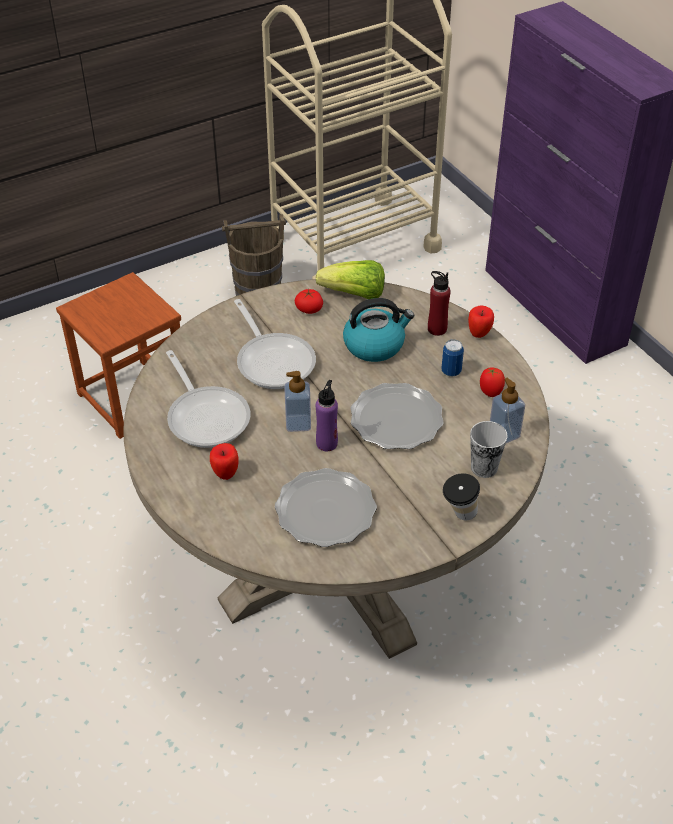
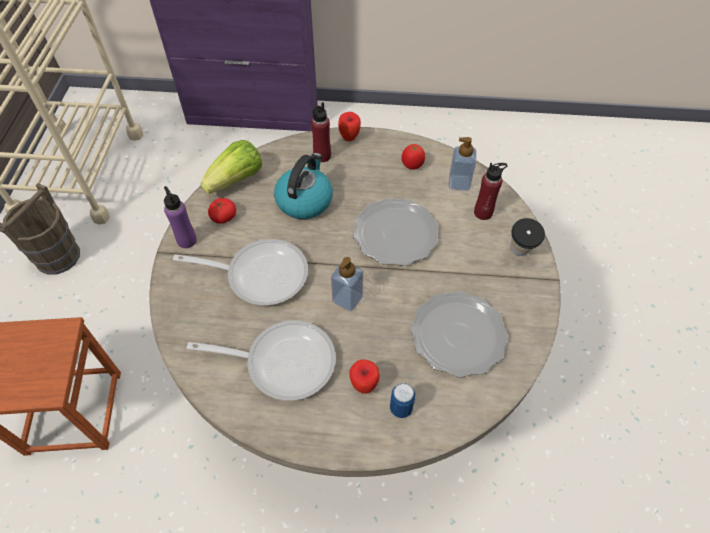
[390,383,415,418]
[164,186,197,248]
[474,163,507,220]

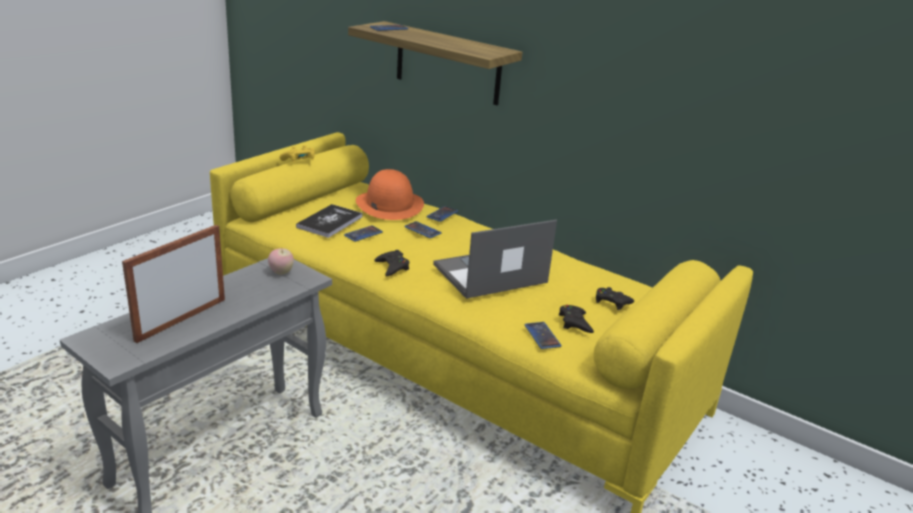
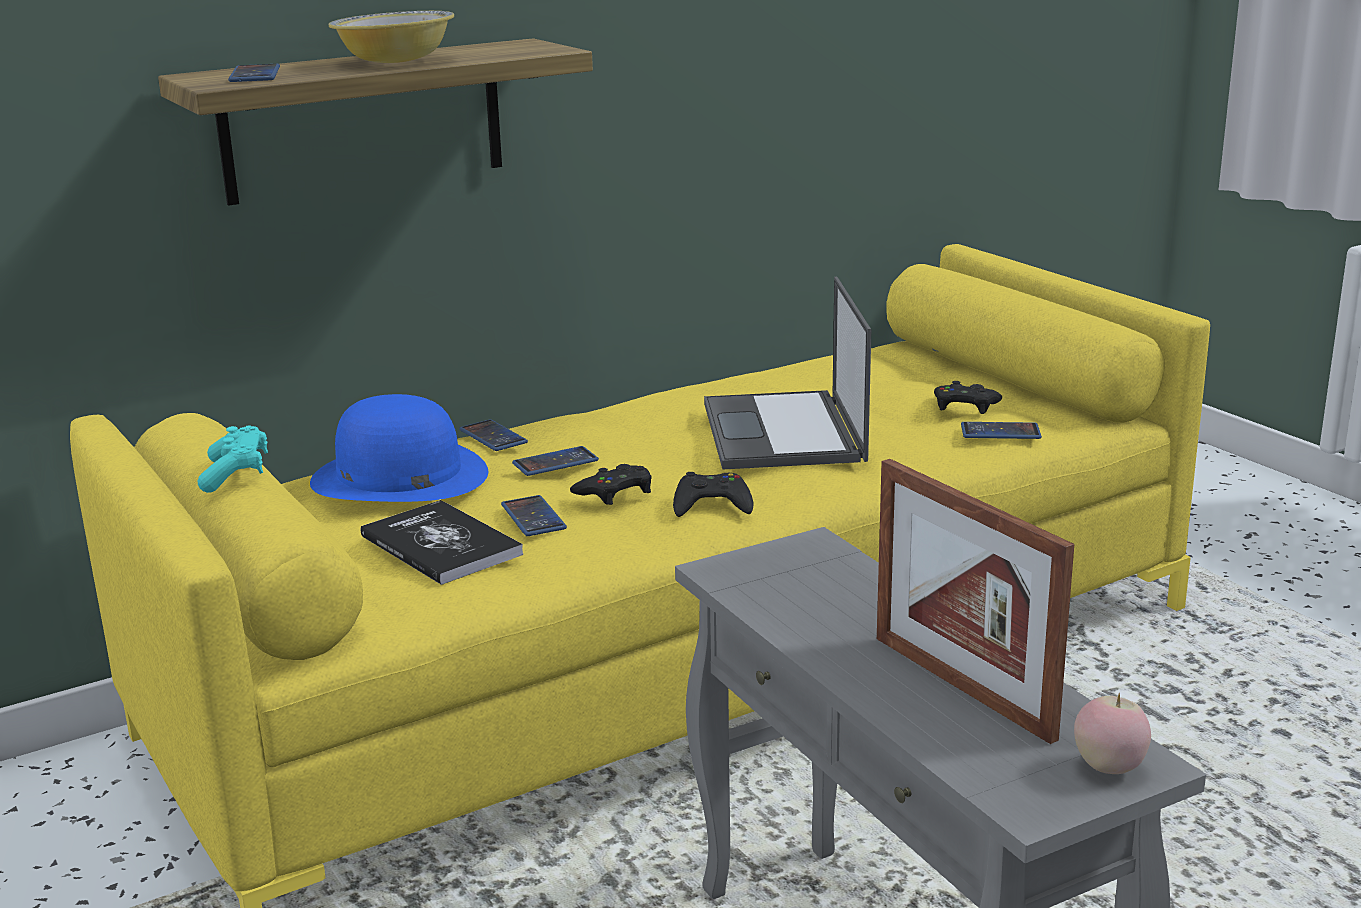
[198,425,268,493]
[310,394,488,502]
[1074,693,1151,774]
[570,464,651,505]
[329,11,454,63]

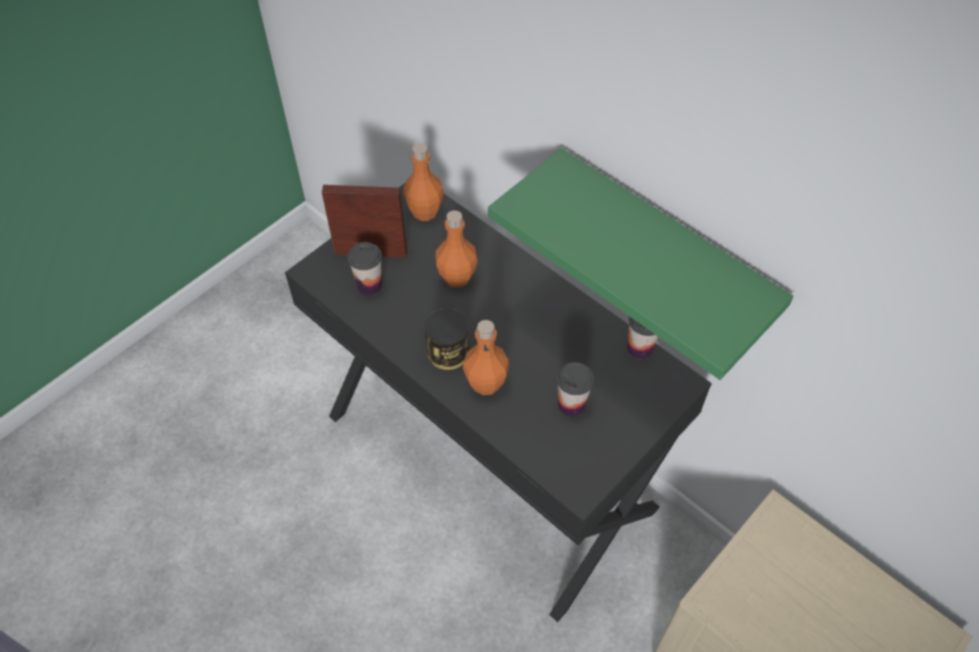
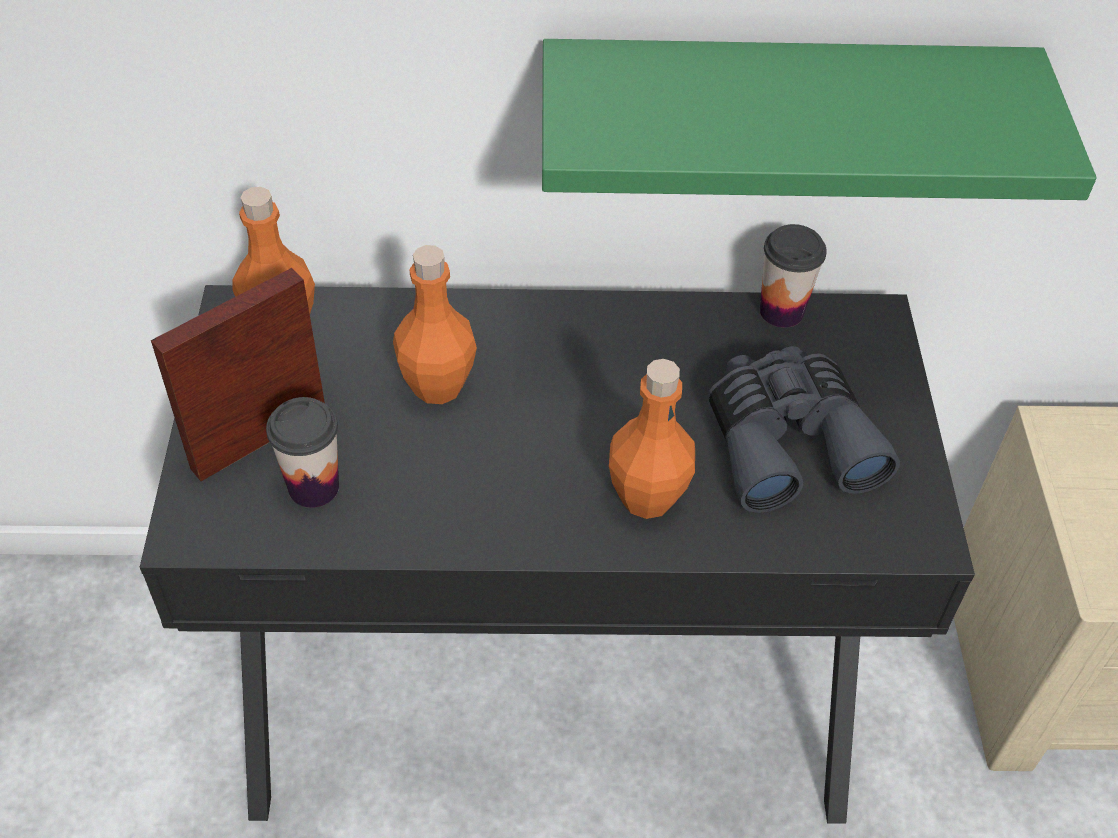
[425,308,469,370] (first image)
[708,346,900,513]

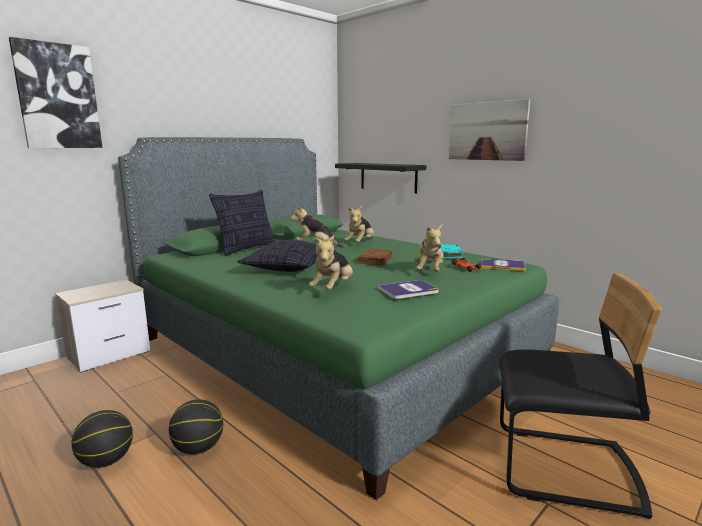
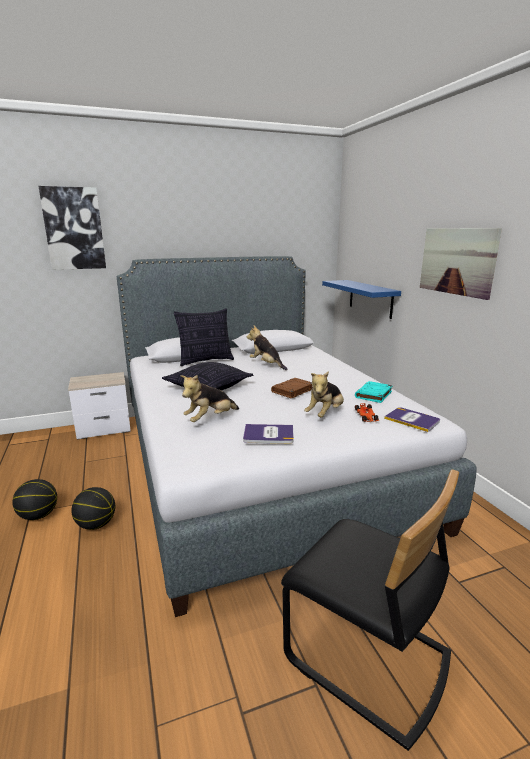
[117,256,477,617]
[322,280,401,319]
[344,206,374,242] (first image)

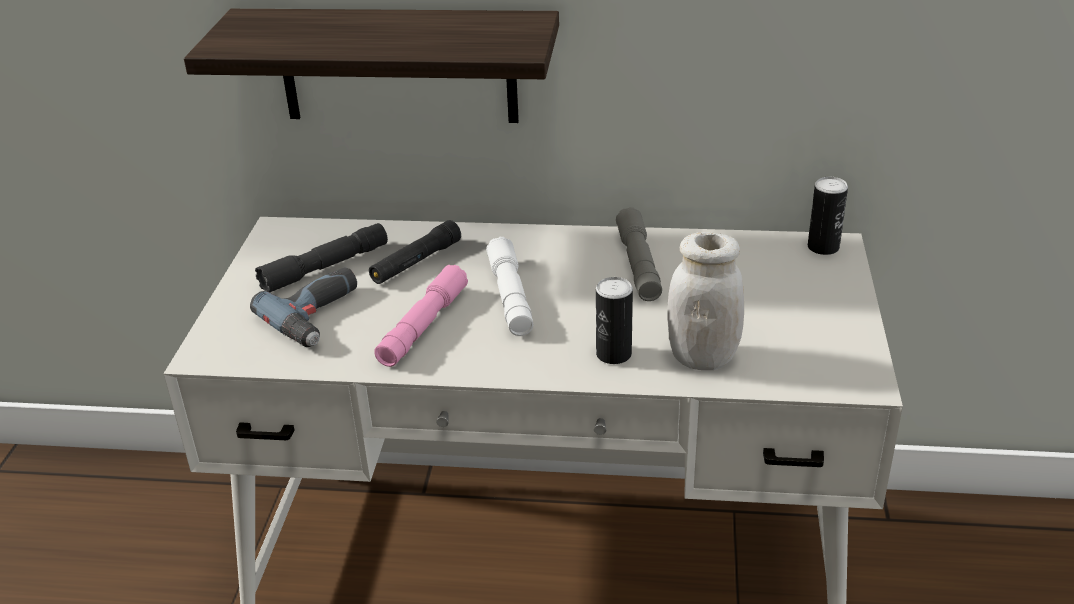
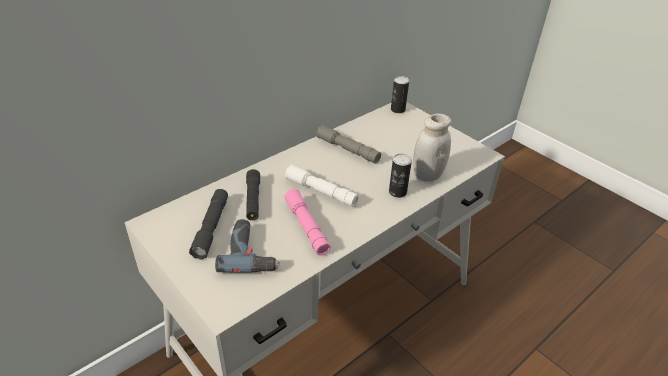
[184,9,559,123] (first image)

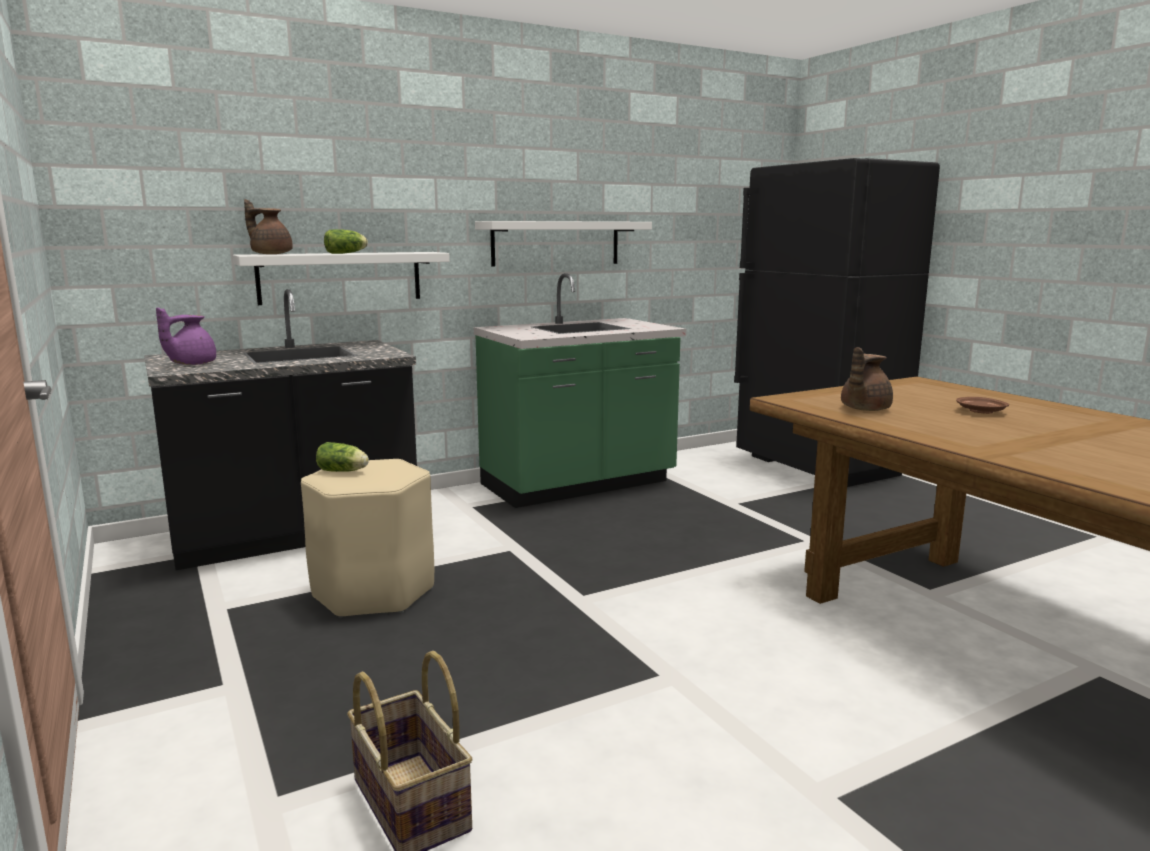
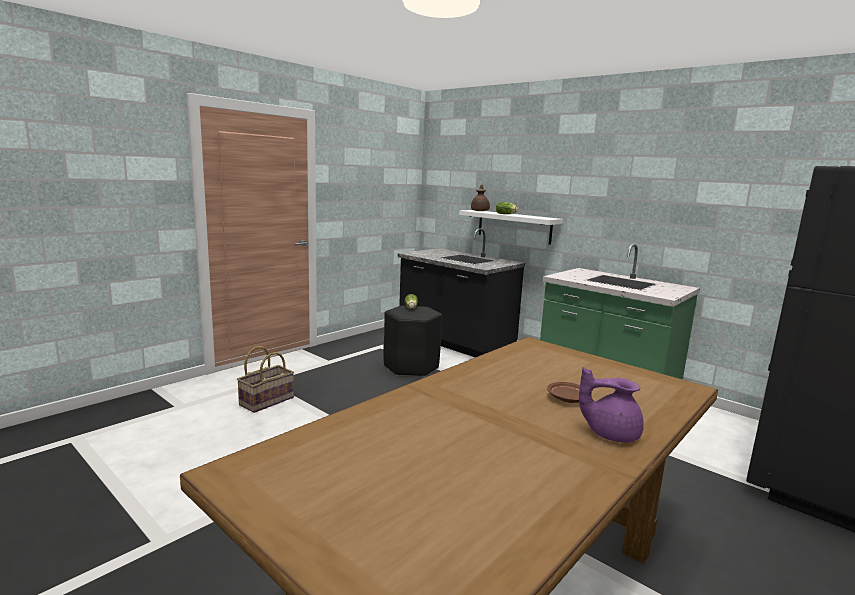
[475,221,652,267] (first image)
[579,367,644,443]
[841,347,893,411] (first image)
[383,306,442,377]

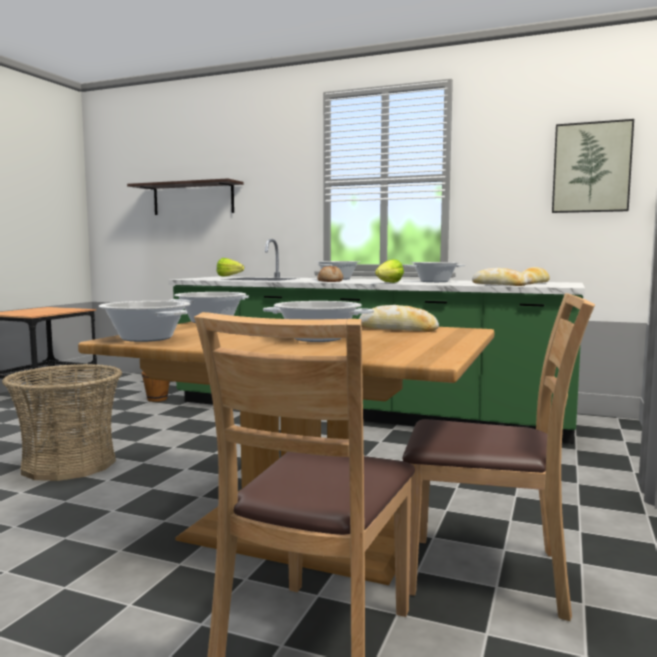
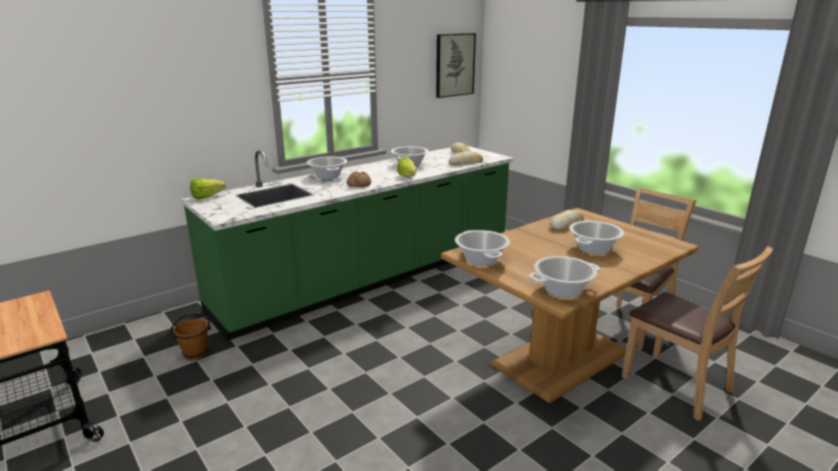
[127,178,243,215] (first image)
[2,364,122,481] (first image)

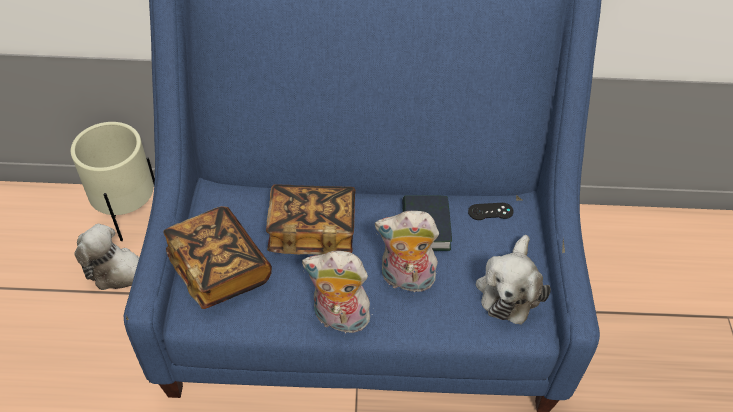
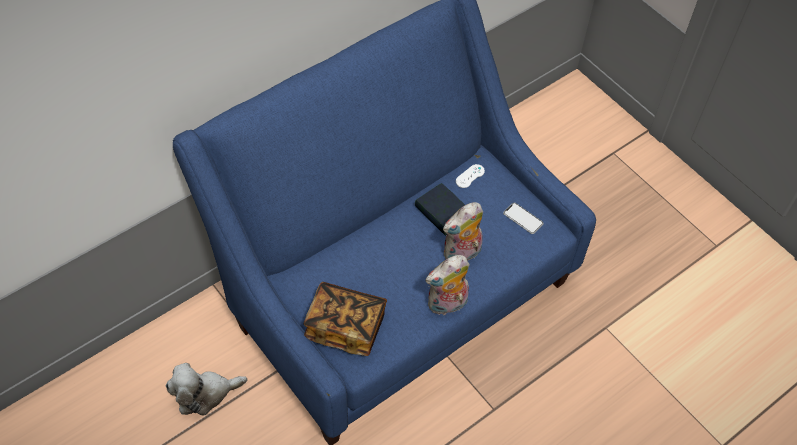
[71,122,155,241] (first image)
[266,184,355,255] (first image)
[456,164,485,188]
[503,203,544,234]

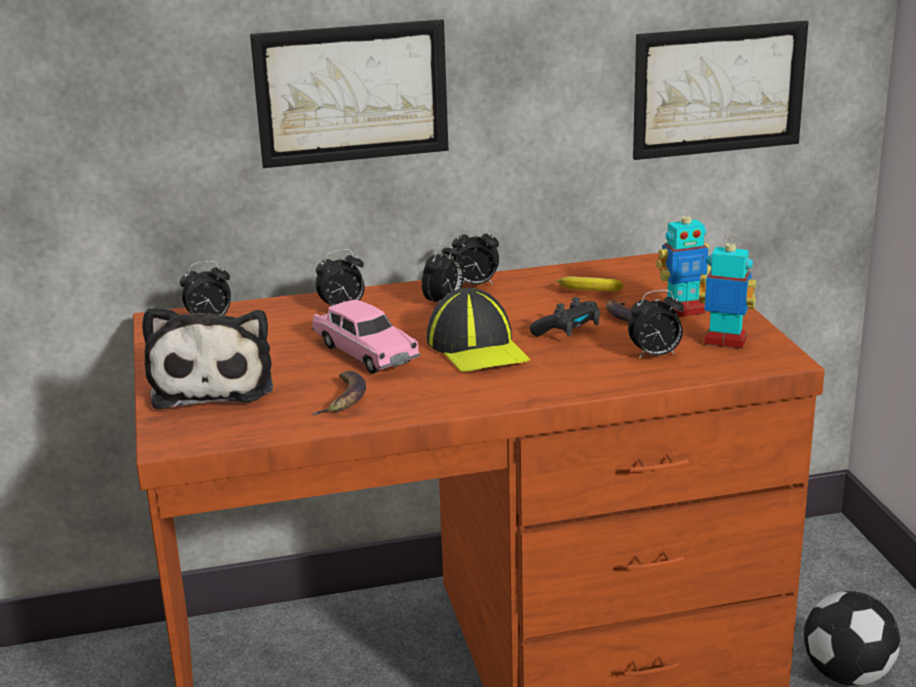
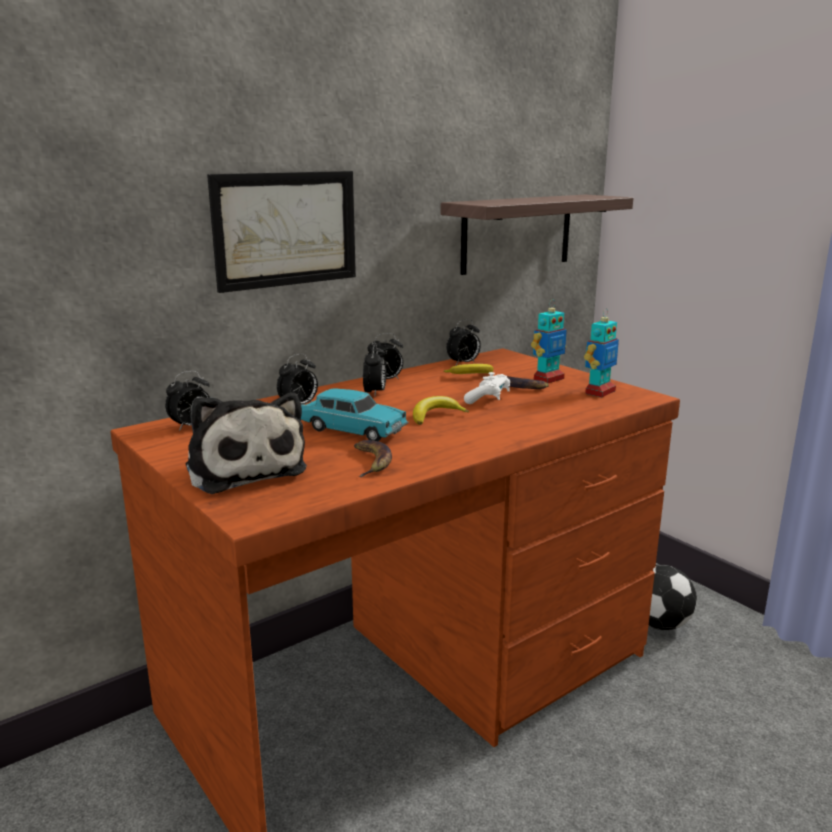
[441,195,633,275]
[584,308,619,397]
[413,396,469,425]
[446,319,481,365]
[464,372,510,404]
[301,389,409,441]

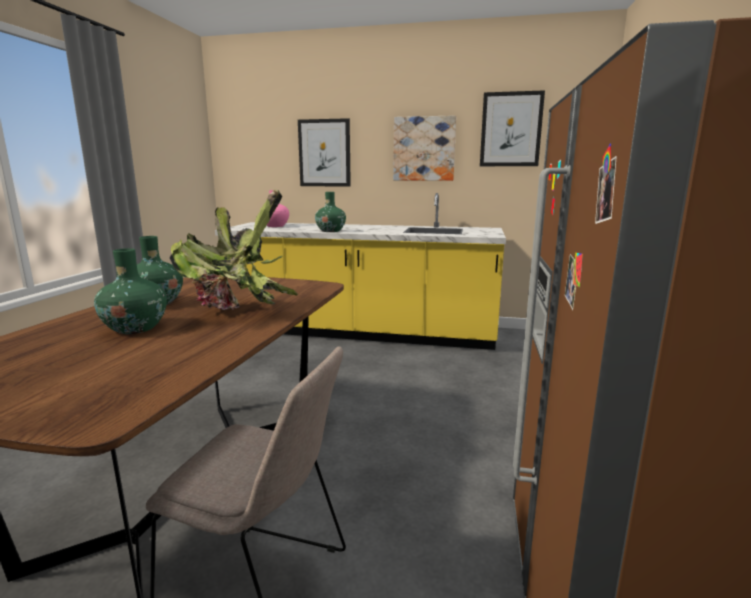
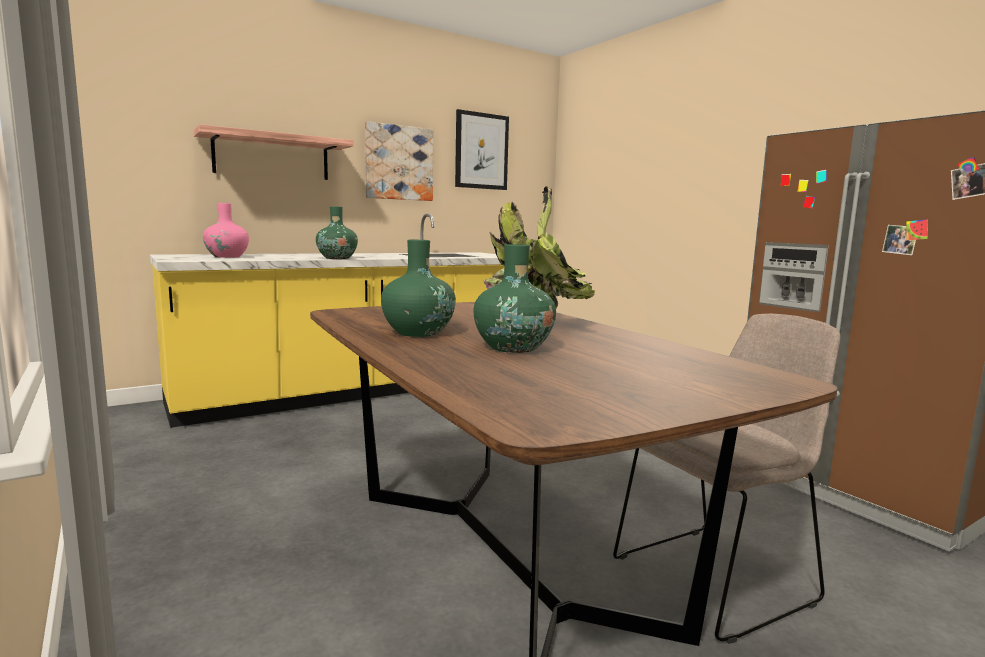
[193,124,353,180]

